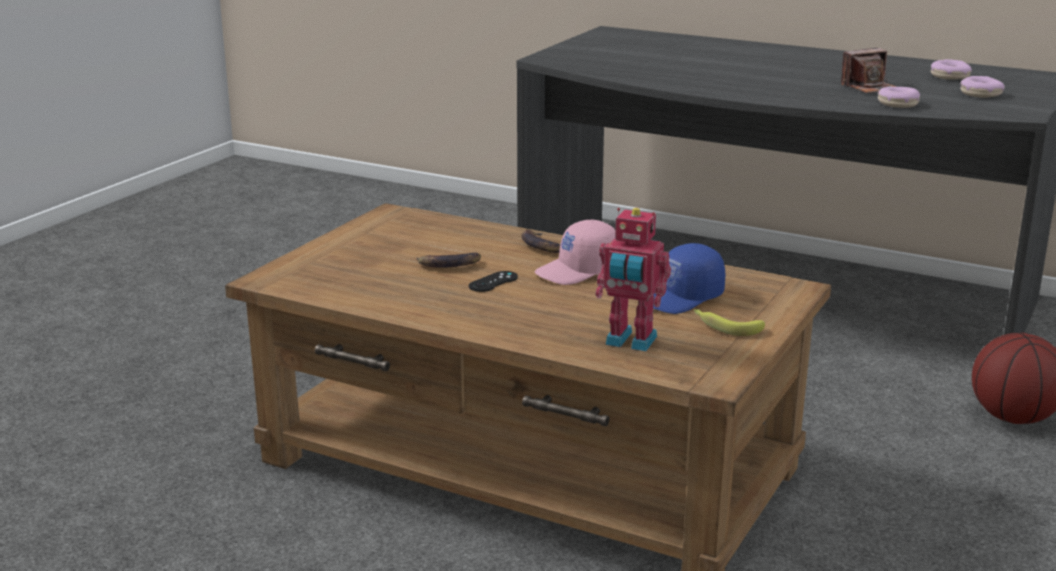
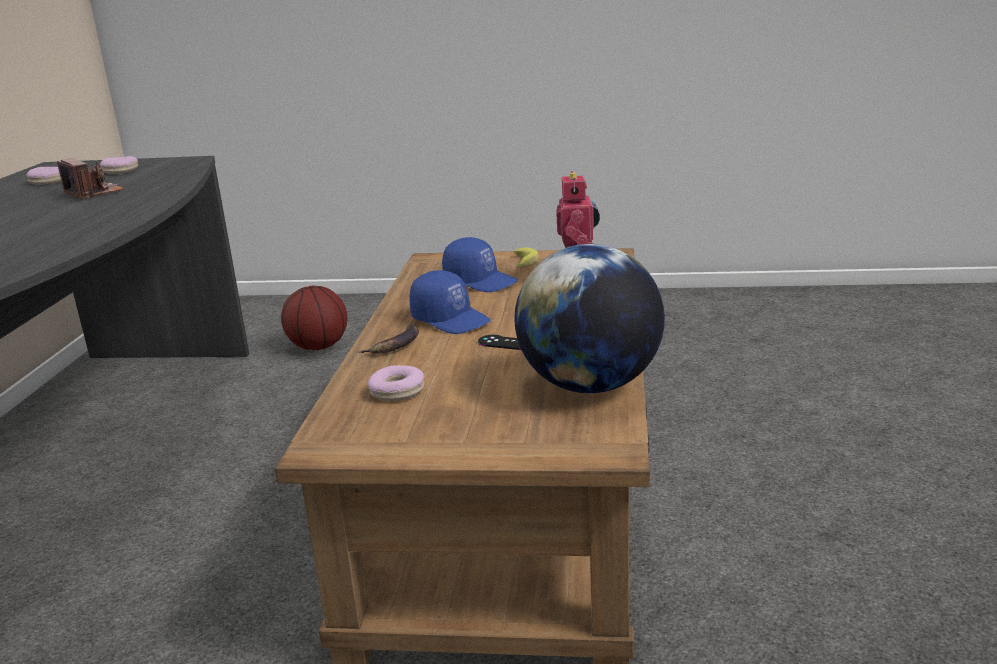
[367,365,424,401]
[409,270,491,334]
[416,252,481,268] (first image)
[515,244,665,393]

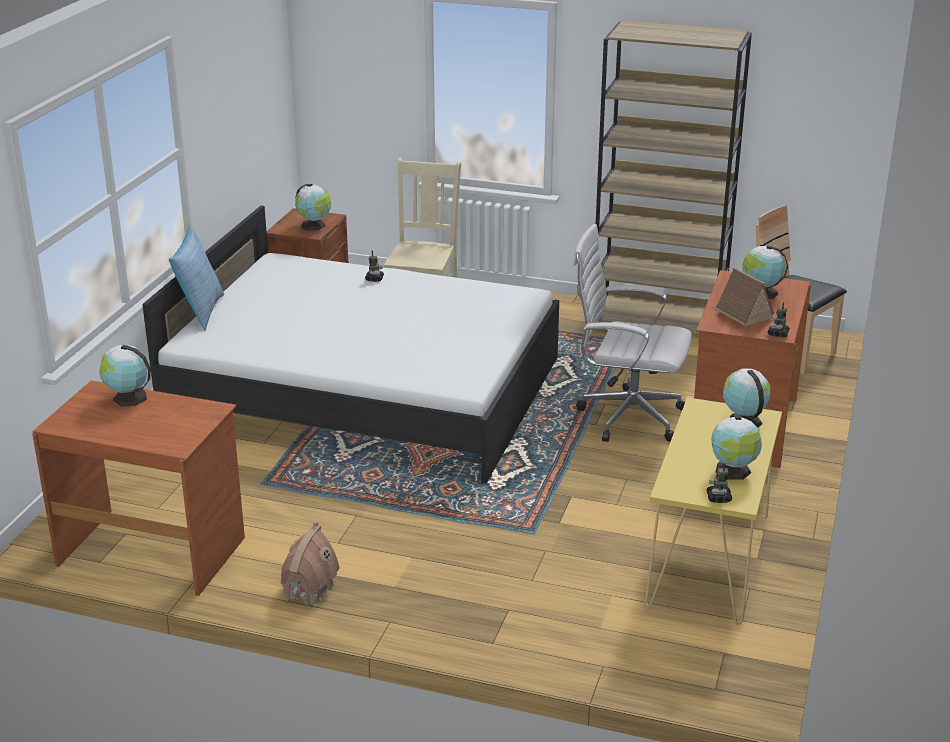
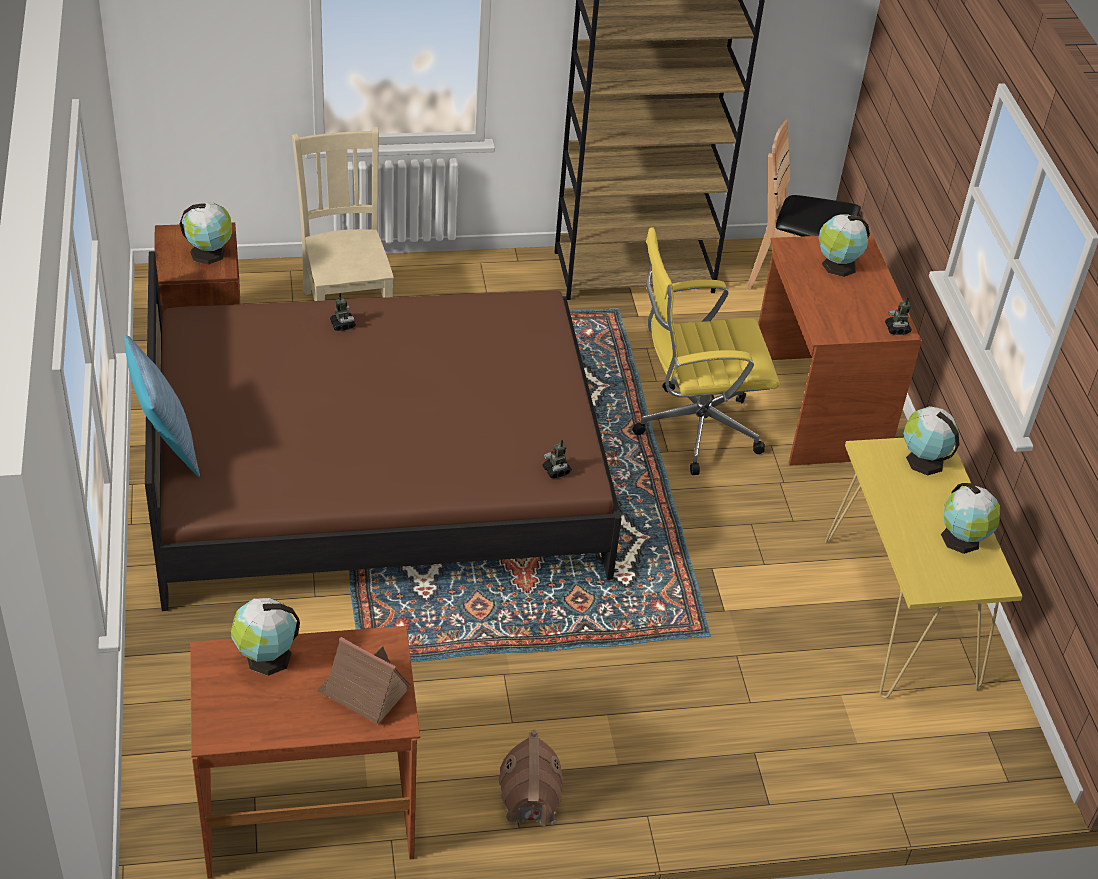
[145,251,622,611]
[632,227,779,475]
[317,637,411,725]
[542,439,572,478]

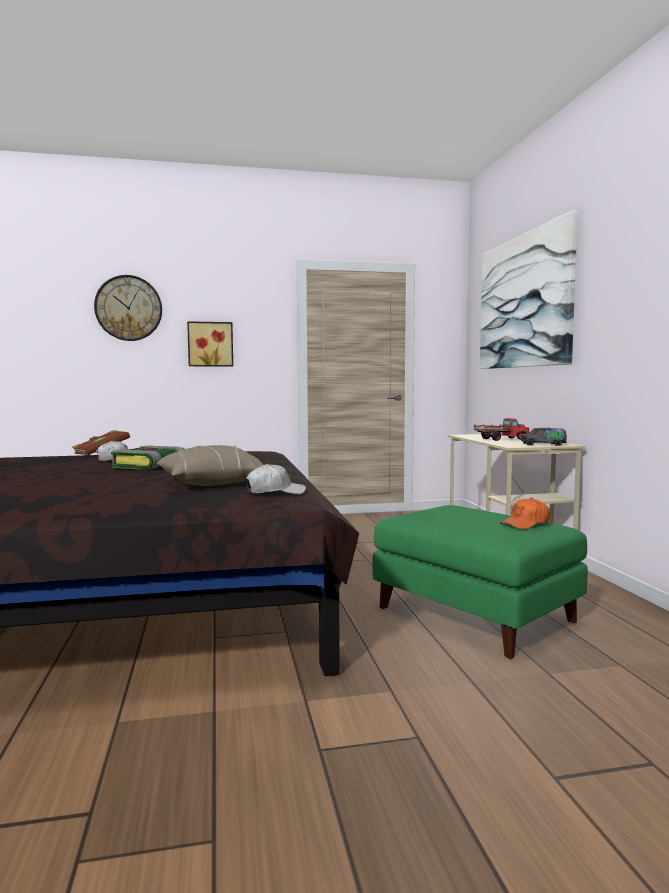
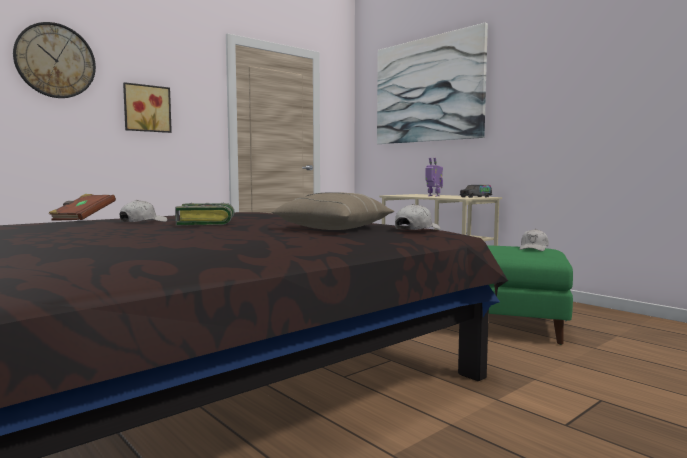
[425,157,443,197]
[520,229,549,251]

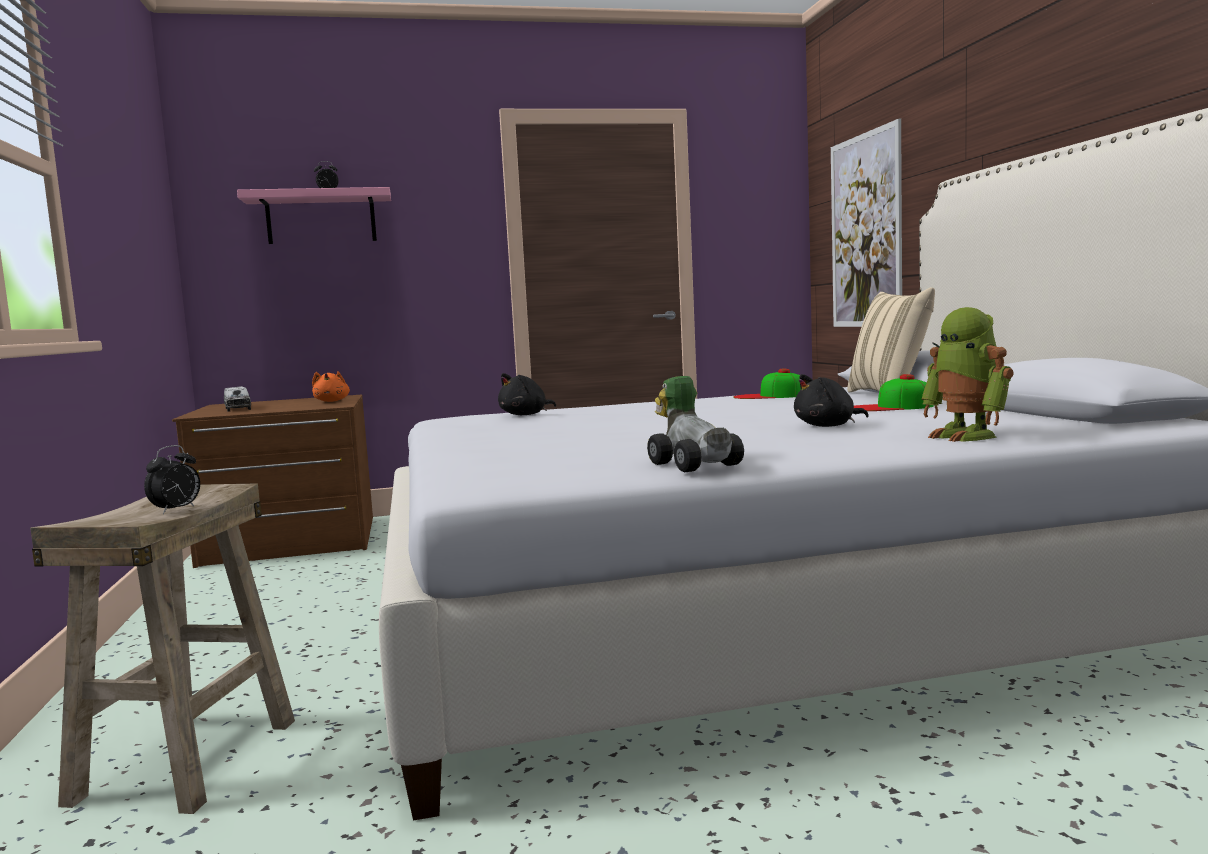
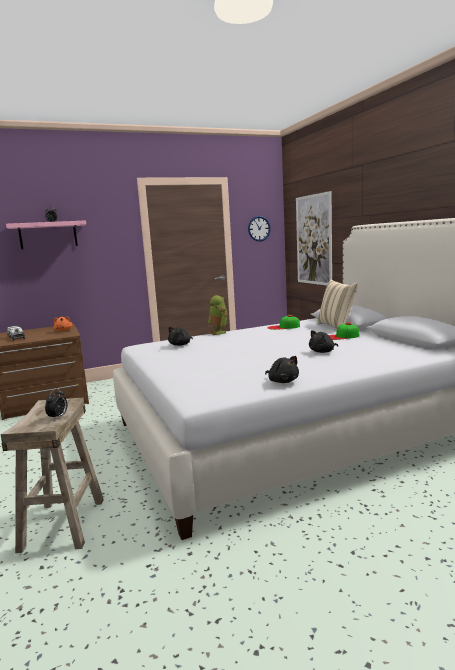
[208,295,228,335]
[265,356,299,383]
[248,216,271,242]

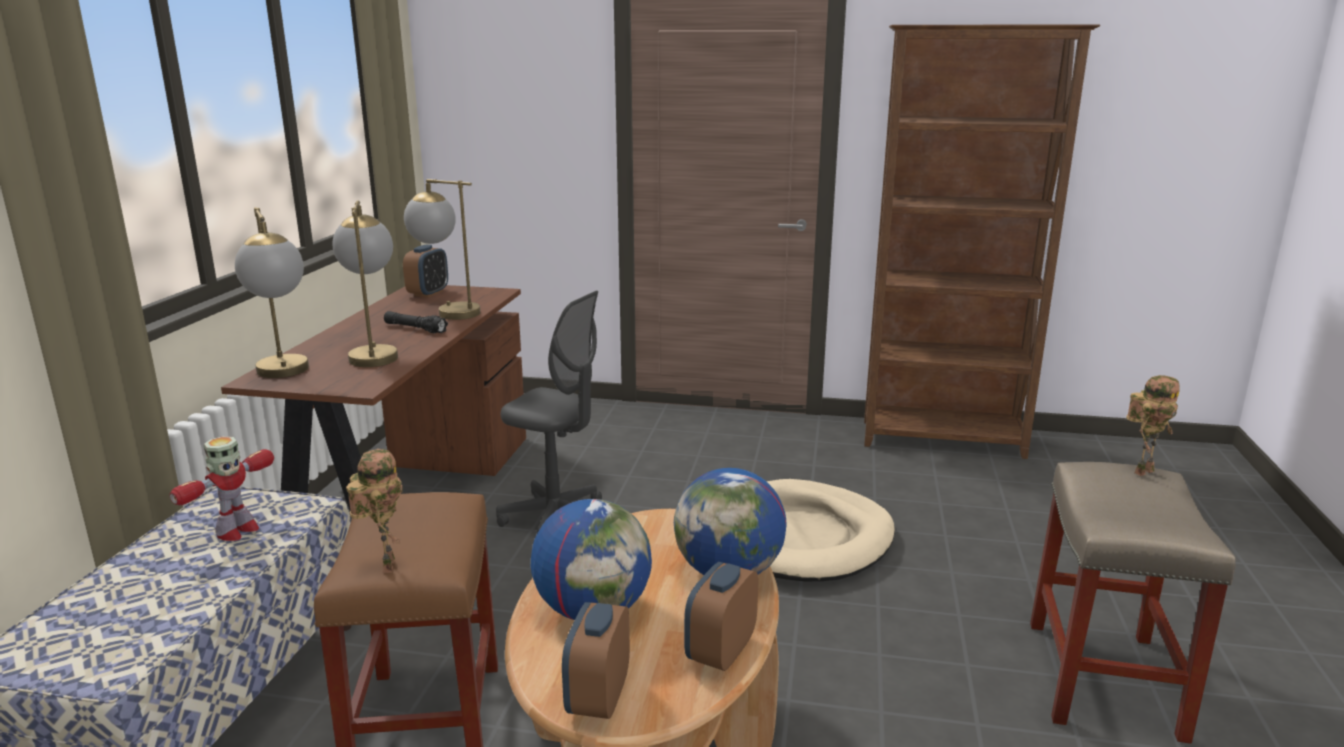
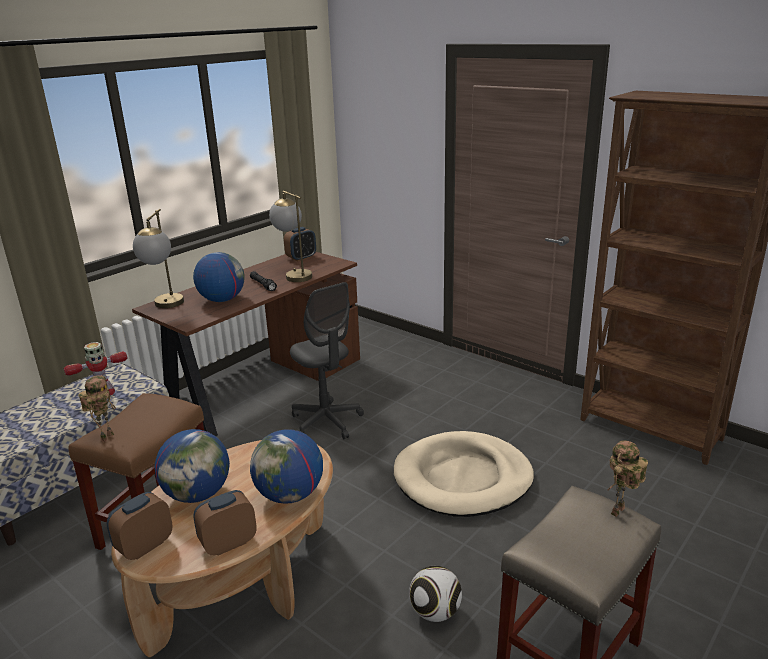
[193,252,245,302]
[608,441,648,517]
[409,566,462,622]

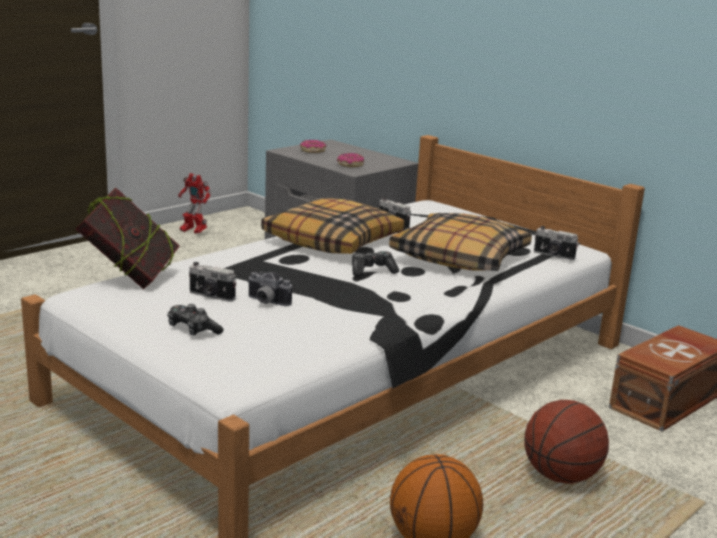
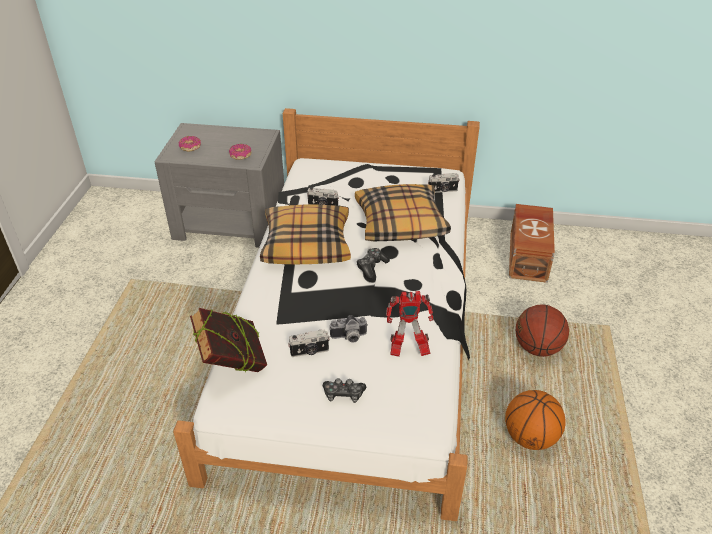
[386,291,433,357]

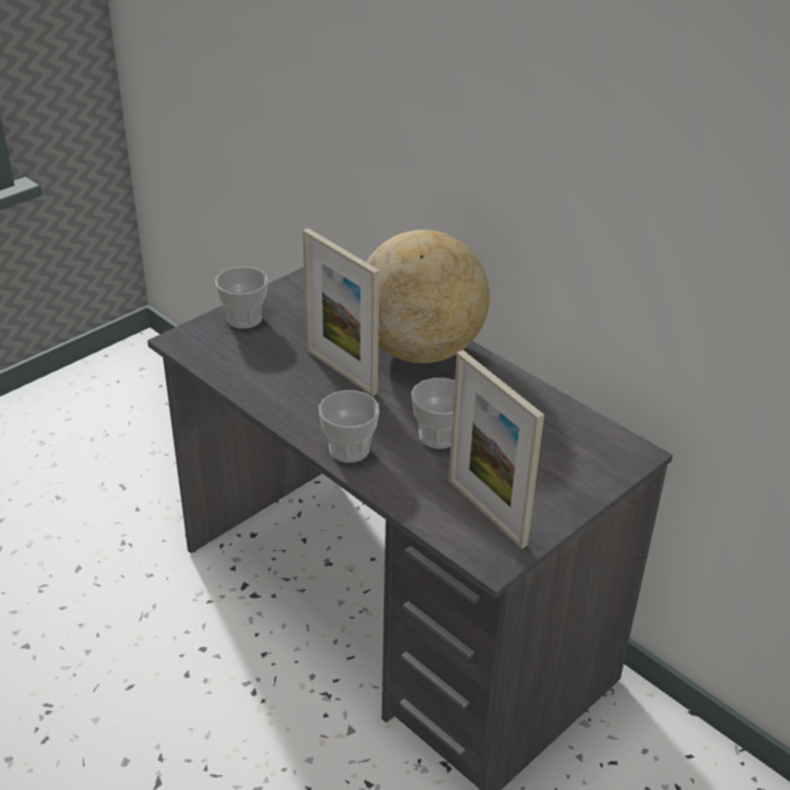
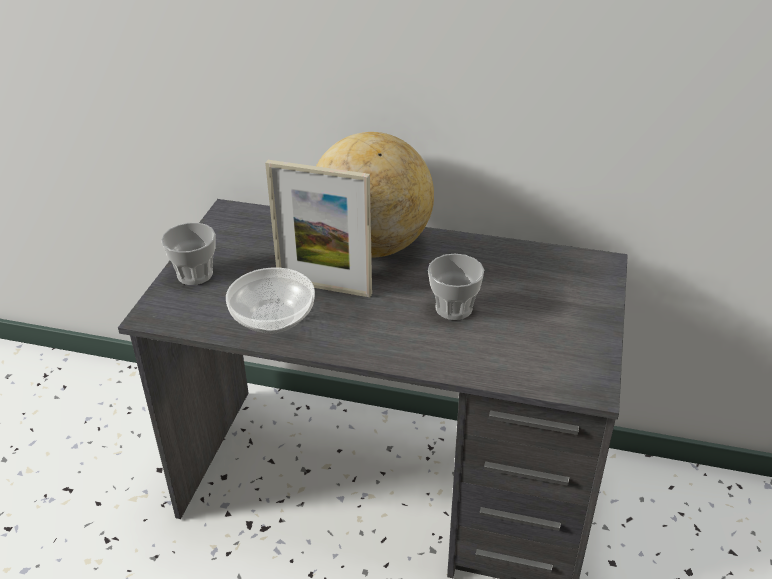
[449,350,544,549] (first image)
[319,390,380,463] (first image)
[226,267,315,334]

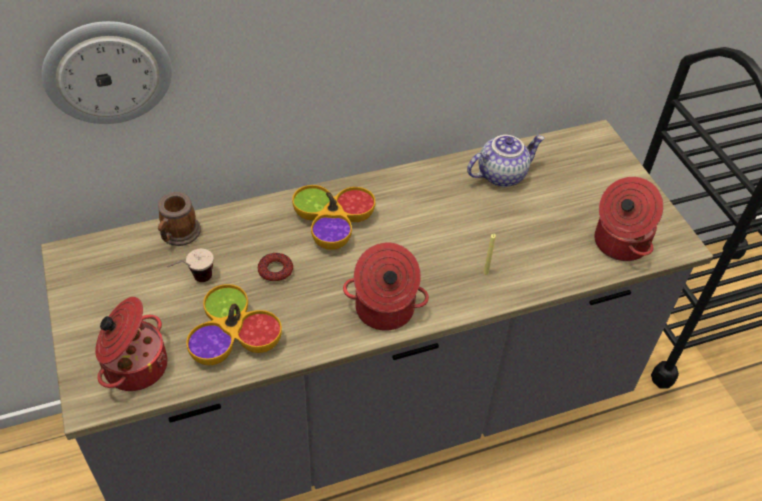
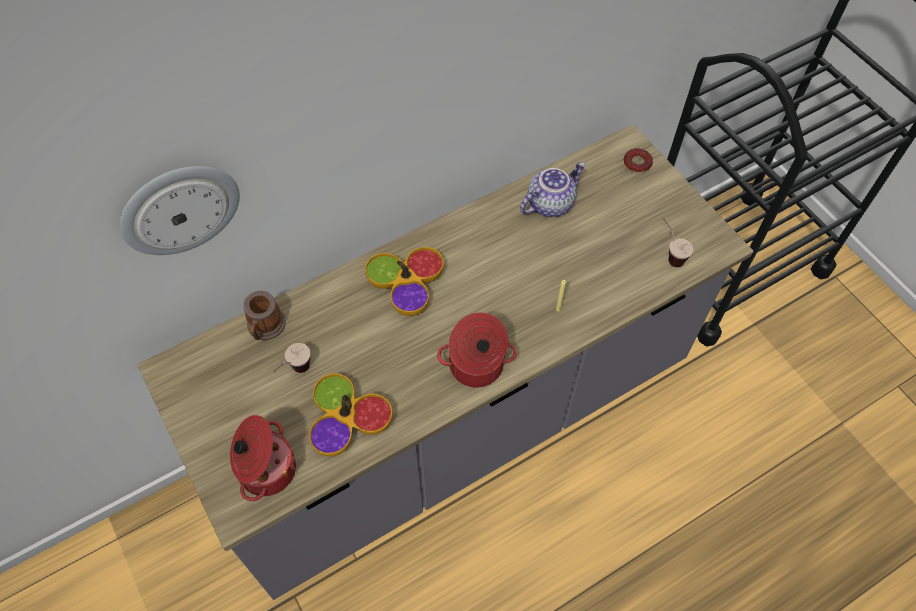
[663,218,693,267]
[624,148,653,173]

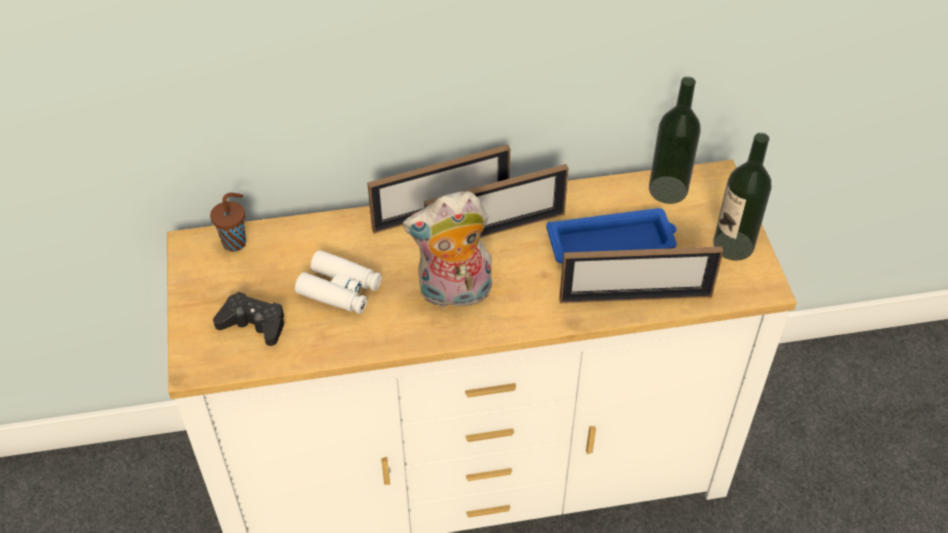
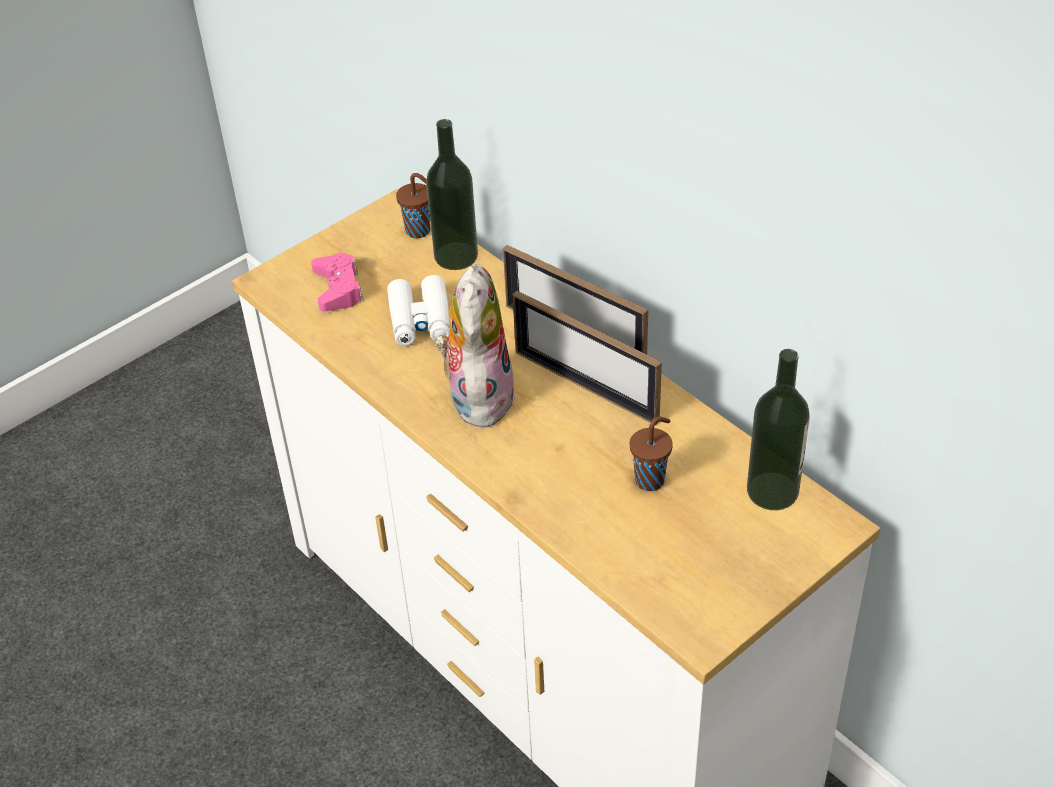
[426,119,478,270]
[435,264,515,428]
[629,416,673,491]
[559,246,723,303] (first image)
[311,253,364,312]

